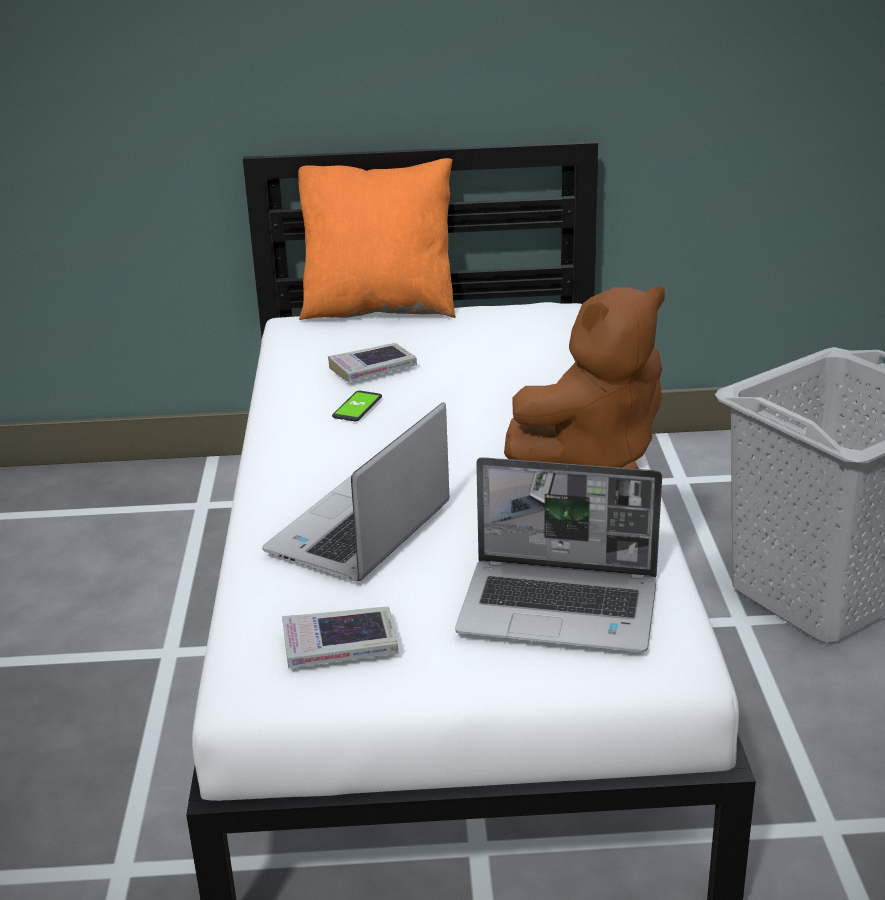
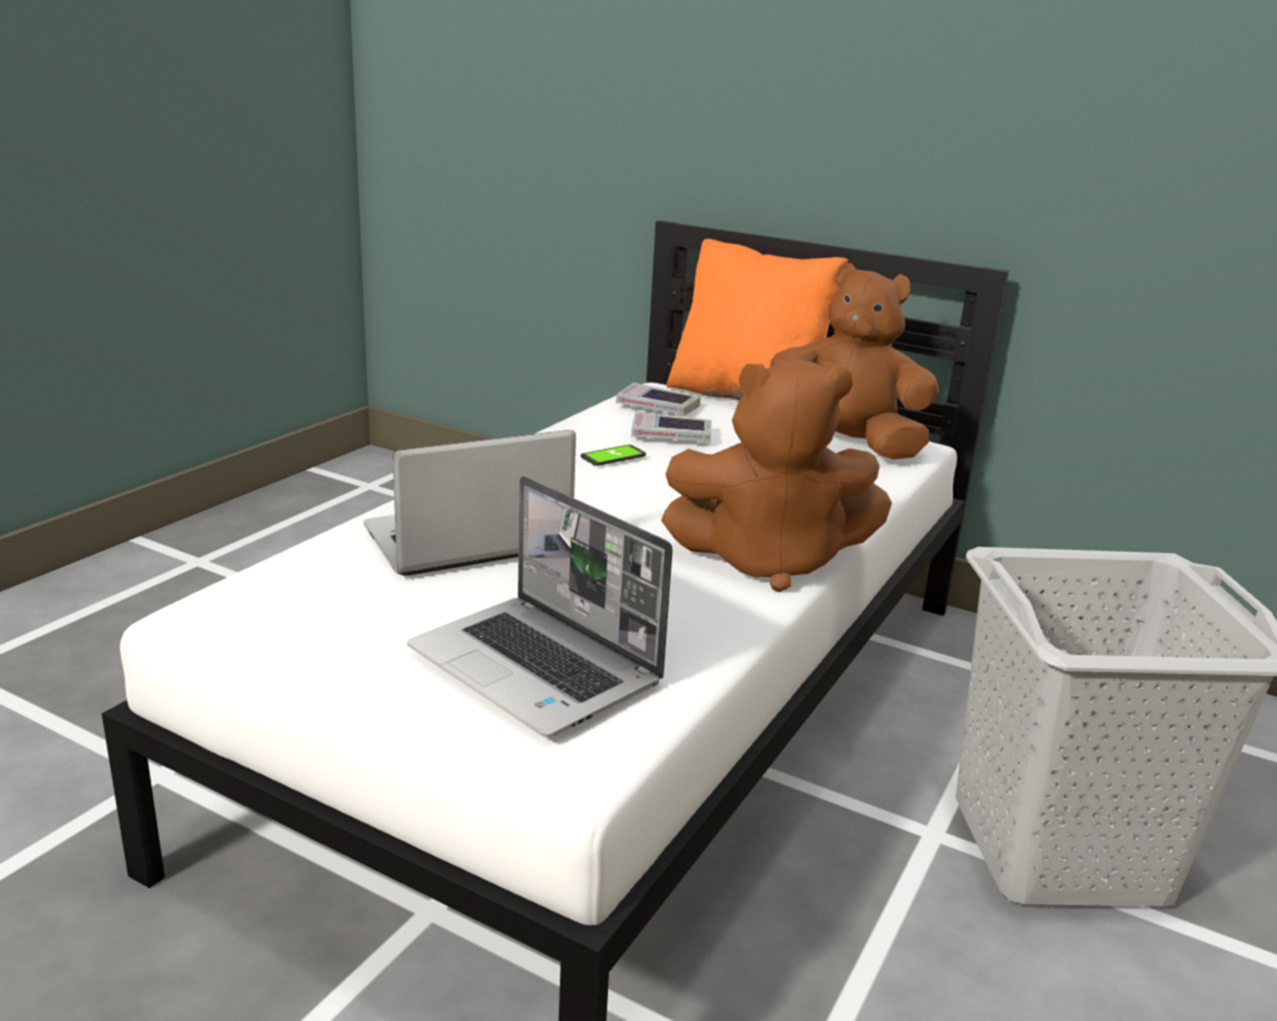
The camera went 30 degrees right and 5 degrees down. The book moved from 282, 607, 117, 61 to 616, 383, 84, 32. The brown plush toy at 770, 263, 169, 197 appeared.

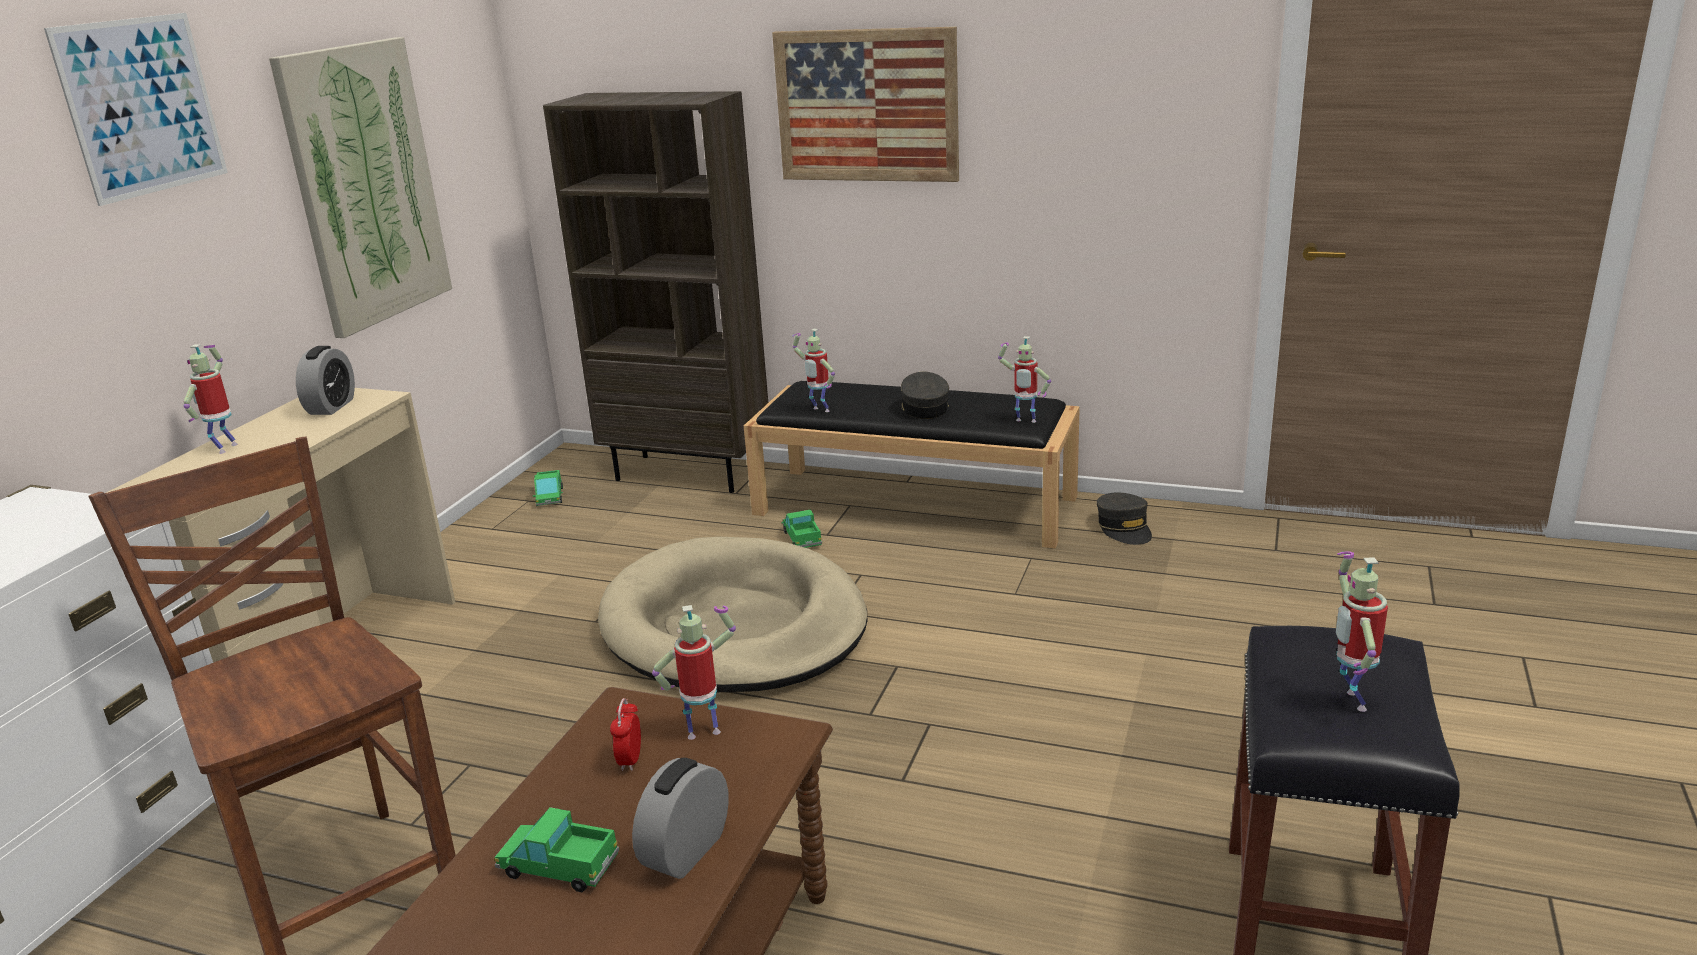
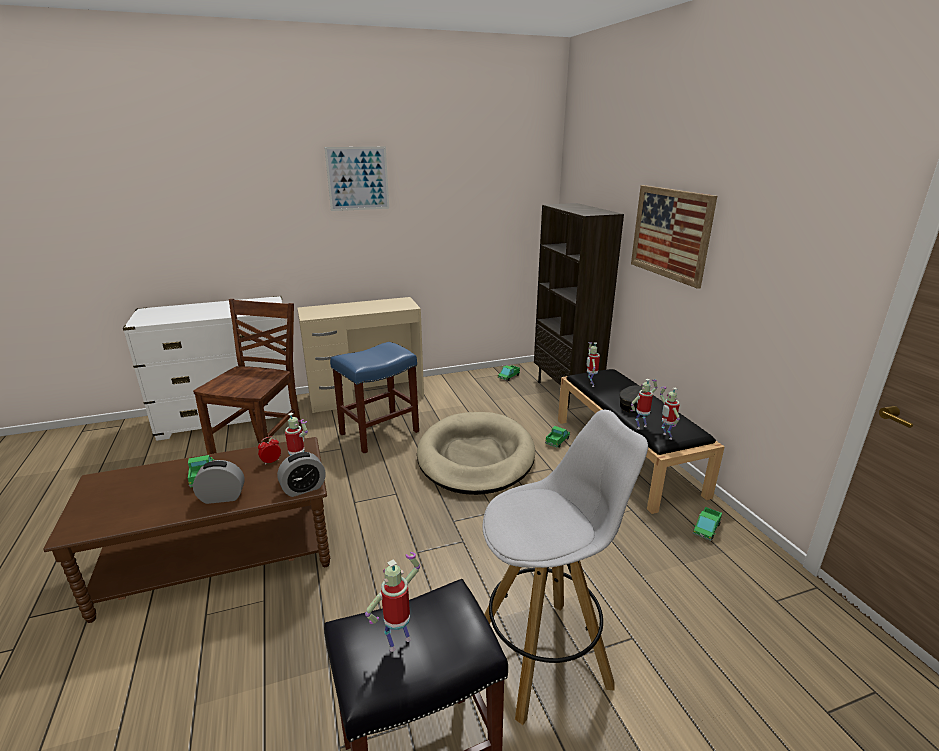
The camera went 50 degrees right and 0 degrees up. The picture at 269, 37, 183, 301 disappeared. The toy robot moved from 184, 344, 54, 110 to 630, 379, 27, 50. The alarm clock moved from 296, 346, 59, 69 to 277, 452, 49, 45. The grey cap at 1097, 492, 55, 53 was replaced by the toy truck at 693, 507, 29, 34. The blue stool at 330, 342, 89, 111 appeared. The white stool at 483, 410, 165, 315 appeared.

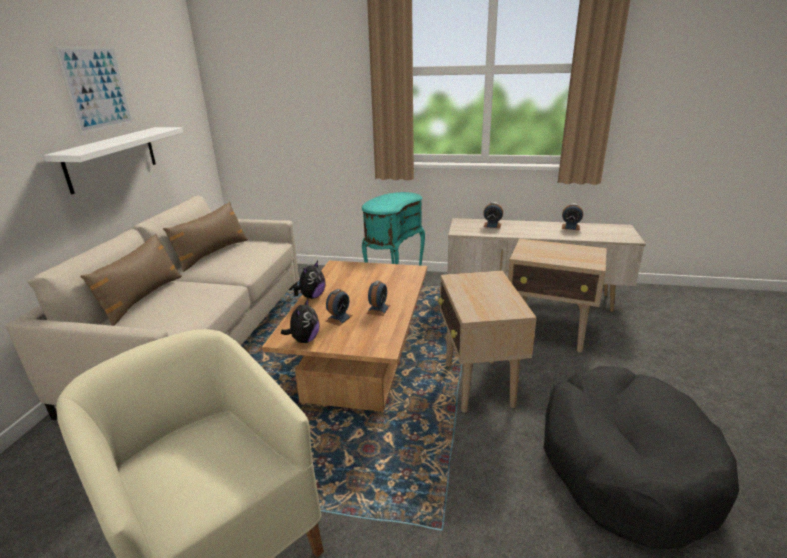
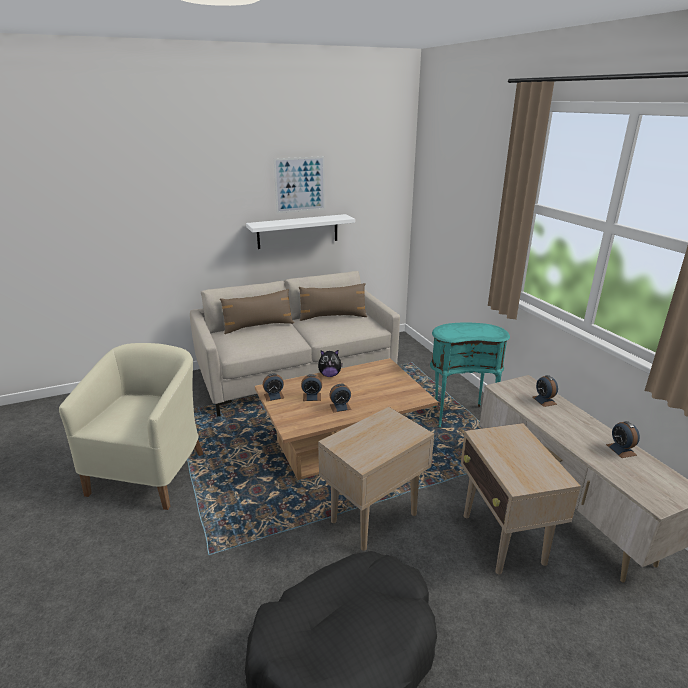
The camera went 55 degrees right and 0 degrees up. The plush toy at 281, 299, 39, 44 was replaced by the alarm clock at 263, 373, 21, 28.

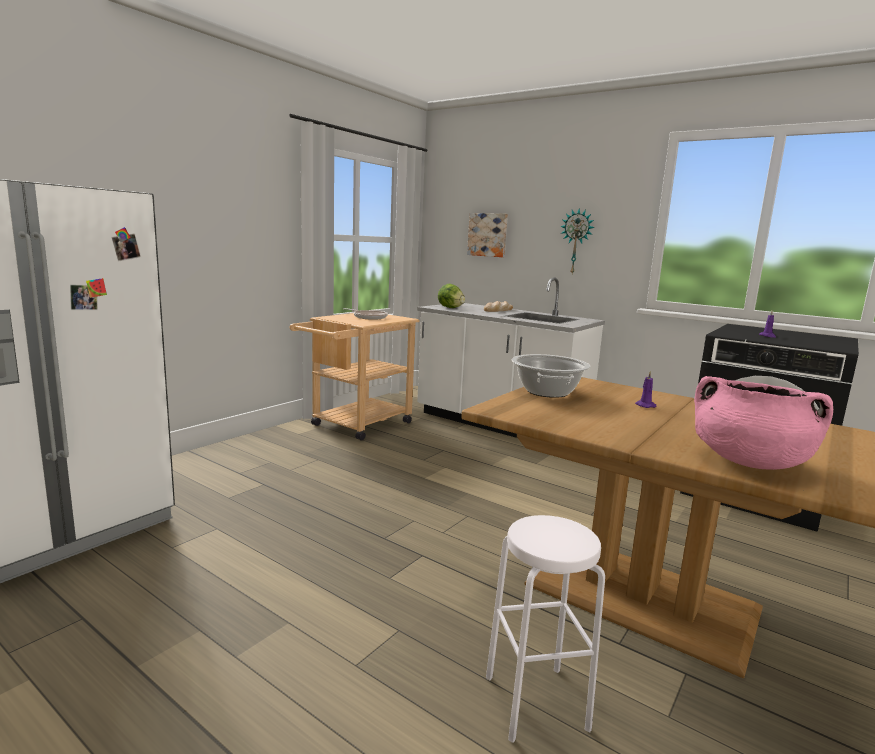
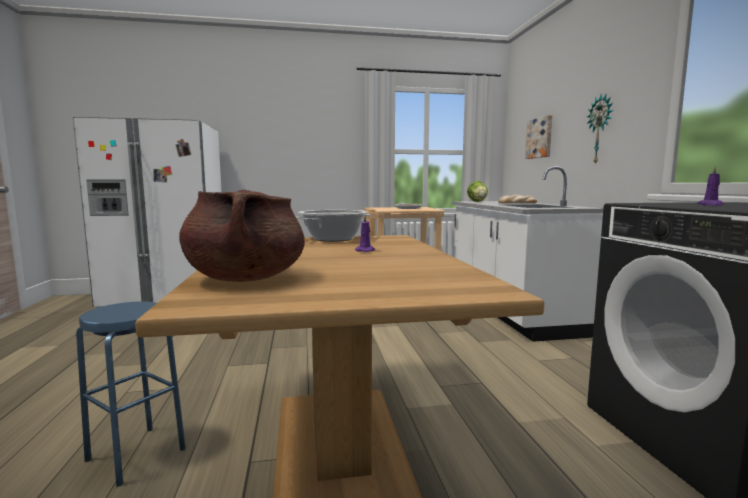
The camera went 45 degrees right and 5 degrees down. The pink cooking pot at 694, 376, 139, 94 became the brown cooking pot at 179, 190, 126, 92. The white stool at 486, 515, 119, 228 became the blue stool at 76, 301, 110, 186.

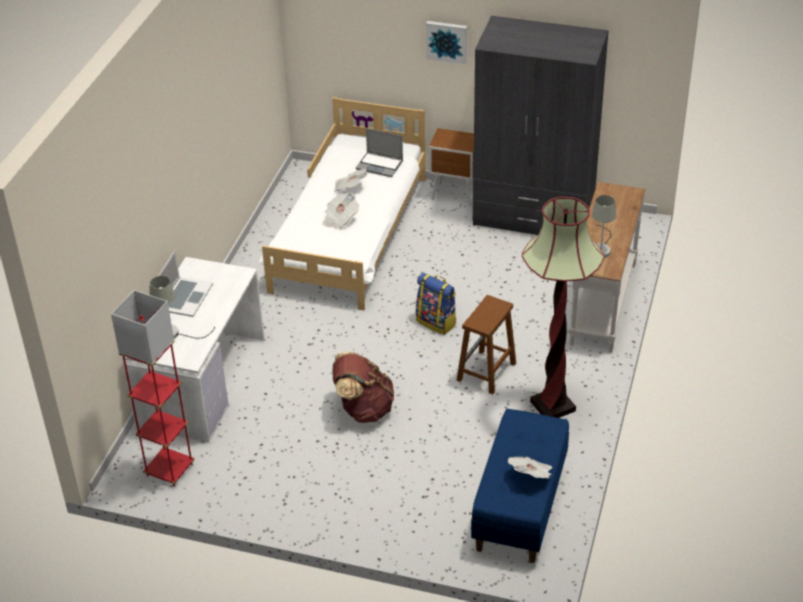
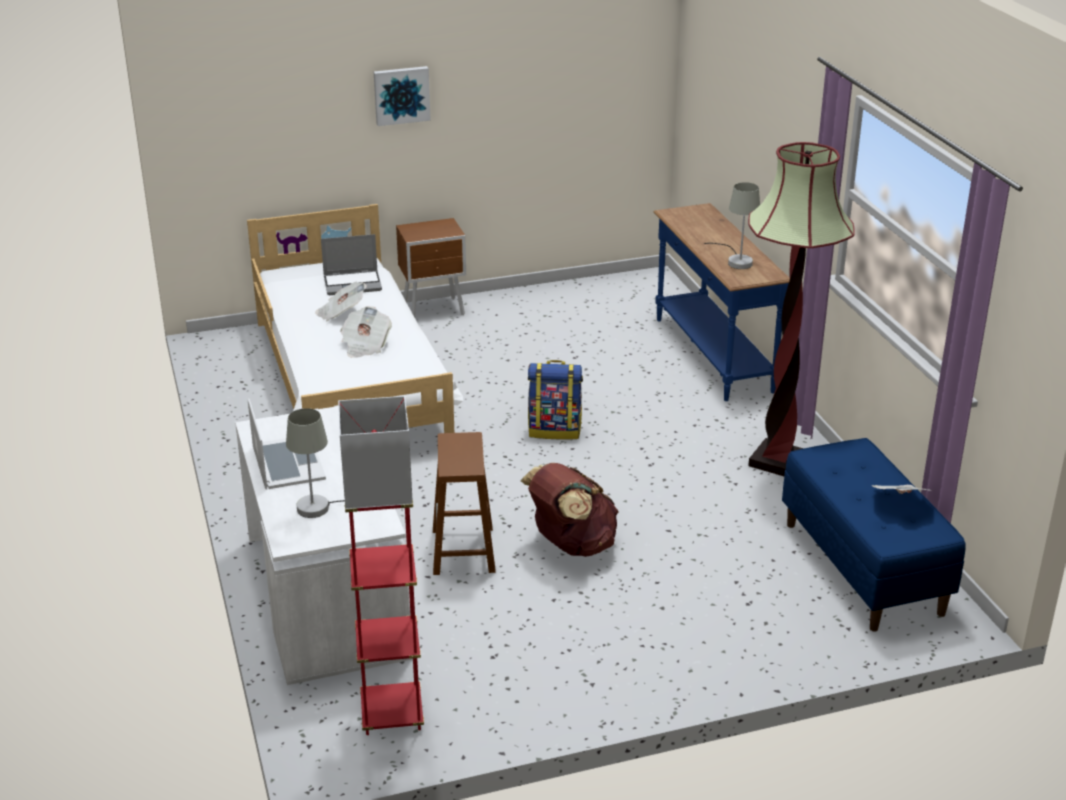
The camera went 35 degrees left and 10 degrees down. The grey wardrobe at 473, 16, 136, 219 disappeared. The white console table at 569, 182, 76, 171 became the blue console table at 653, 203, 137, 198. The brown stool moved from 456, 295, 60, 99 to 433, 432, 63, 143.

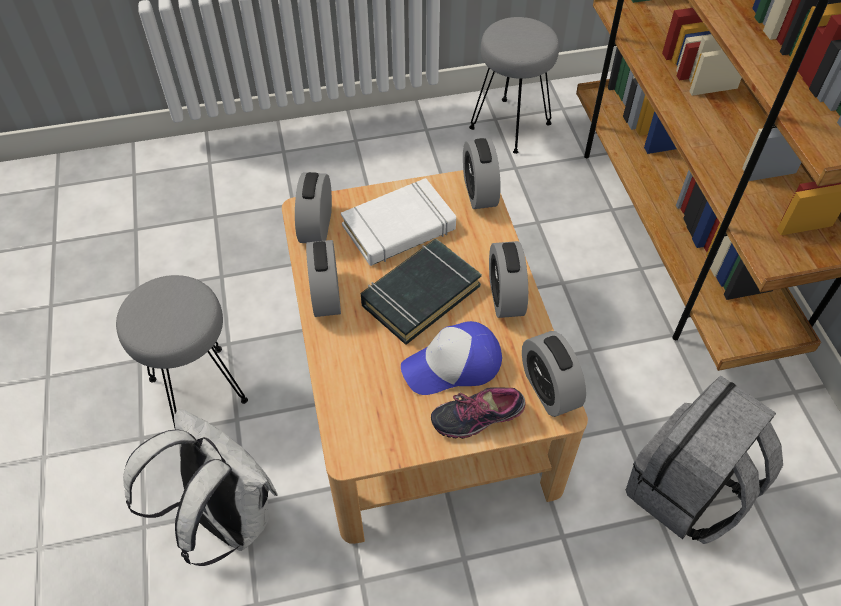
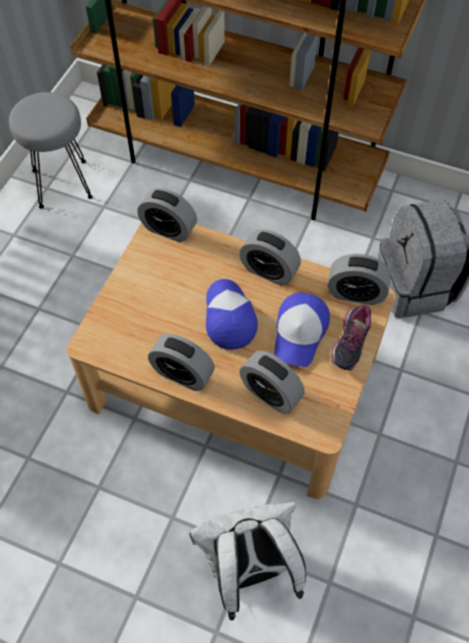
The camera went 55 degrees left and 5 degrees up. The alarm clock moved from 295, 172, 37, 71 to 239, 351, 66, 62. The white book at 341, 178, 115, 88 disappeared. The black book at 361, 239, 121, 106 was replaced by the cap at 206, 279, 52, 71. The grey stool at 116, 275, 132, 155 disappeared.

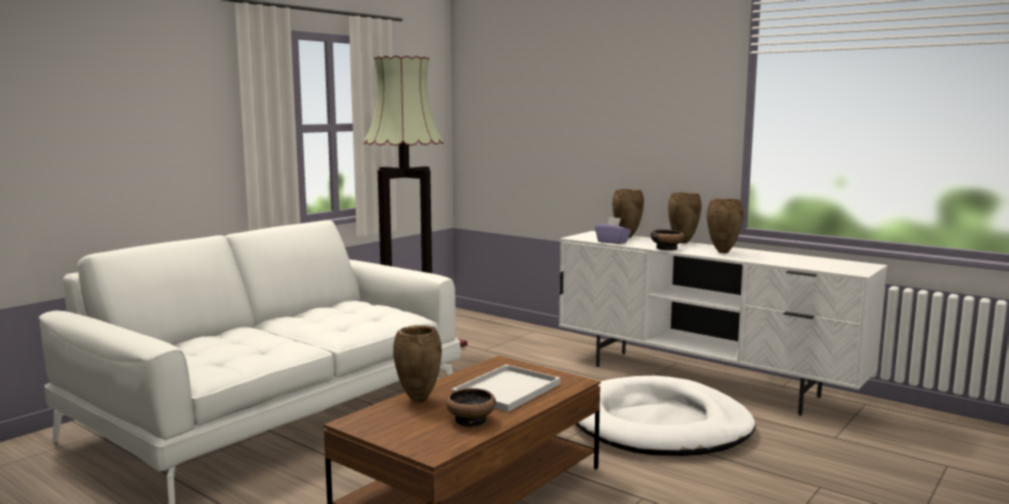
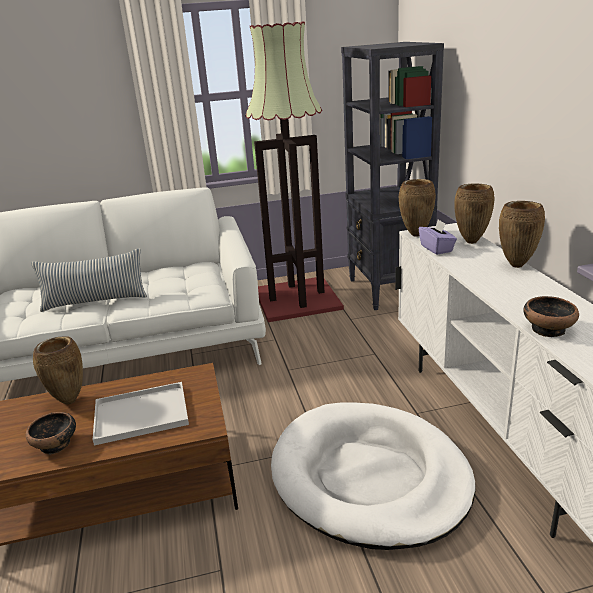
The camera went 40 degrees right and 15 degrees up. The brown vase moved from 707, 198, 36, 55 to 398, 179, 38, 57. The bowl moved from 651, 229, 33, 22 to 524, 296, 55, 41. The black bookcase at 341, 42, 103, 268 appeared. The pillow at 32, 248, 115, 64 appeared.

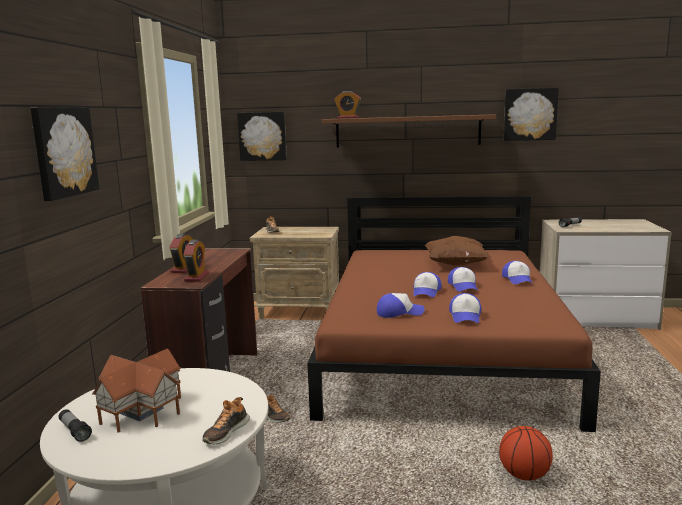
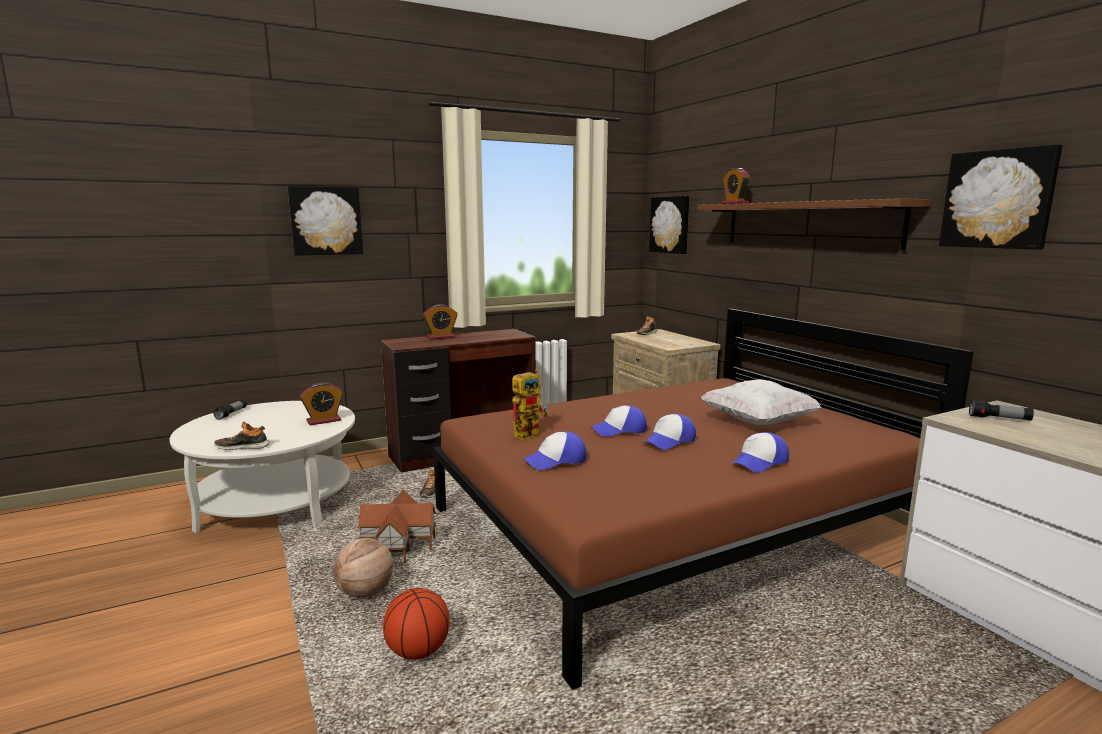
The camera went 55 degrees right and 0 degrees up. The brown pillow at 425, 236, 64, 30 became the white pillow at 701, 379, 120, 46. The alarm clock moved from 183, 240, 26, 41 to 300, 382, 43, 43. The cap at 377, 293, 48, 25 was replaced by the toy robot at 512, 369, 36, 72. The toy house moved from 92, 349, 89, 84 to 357, 489, 79, 74. The basketball at 333, 538, 60, 60 appeared.

